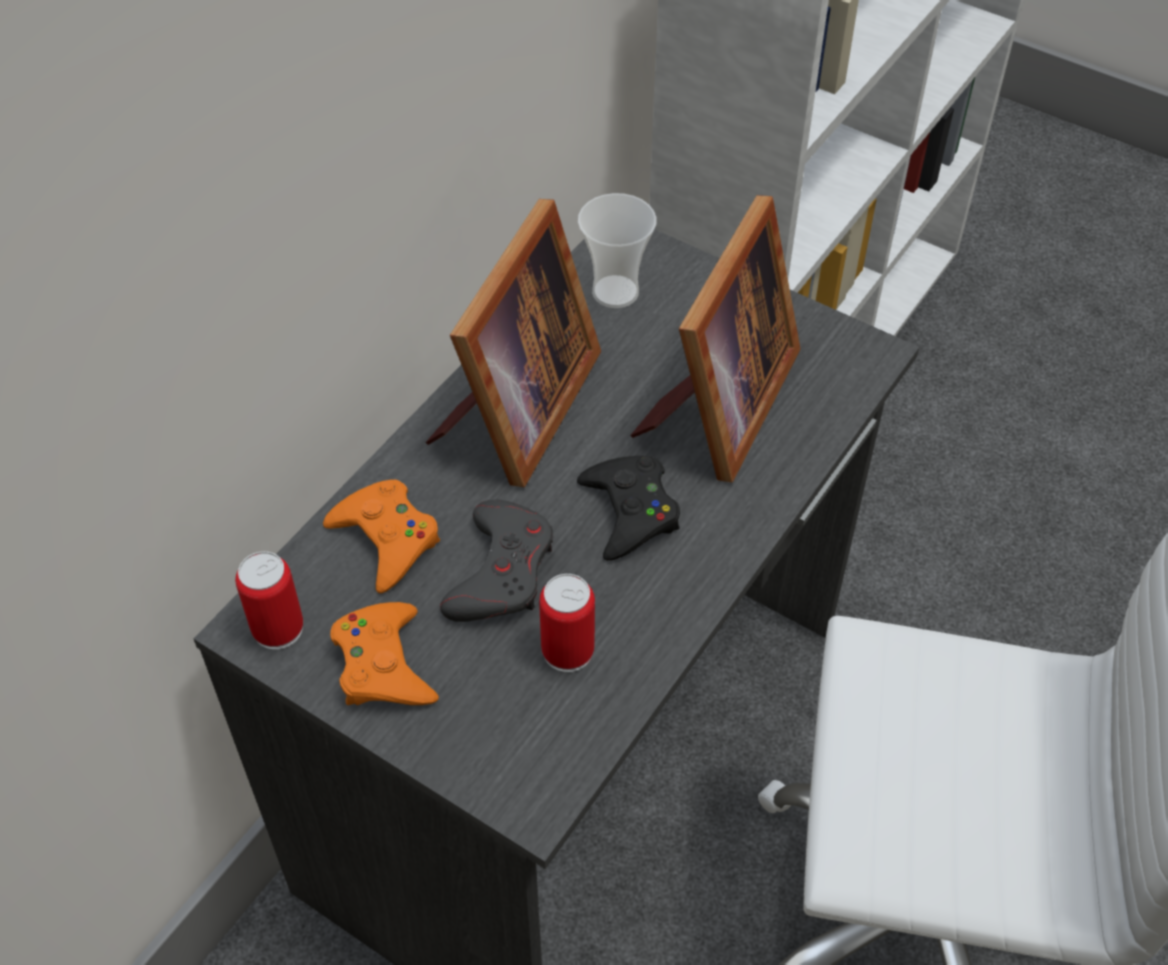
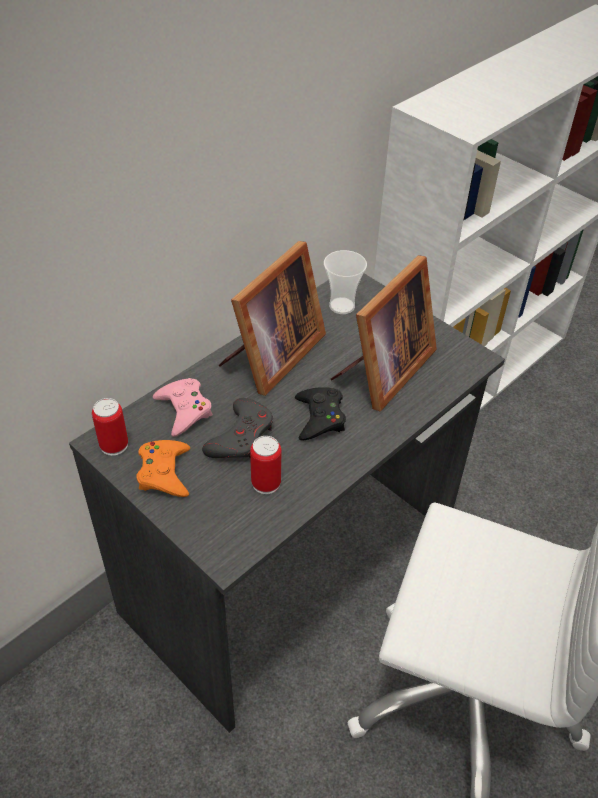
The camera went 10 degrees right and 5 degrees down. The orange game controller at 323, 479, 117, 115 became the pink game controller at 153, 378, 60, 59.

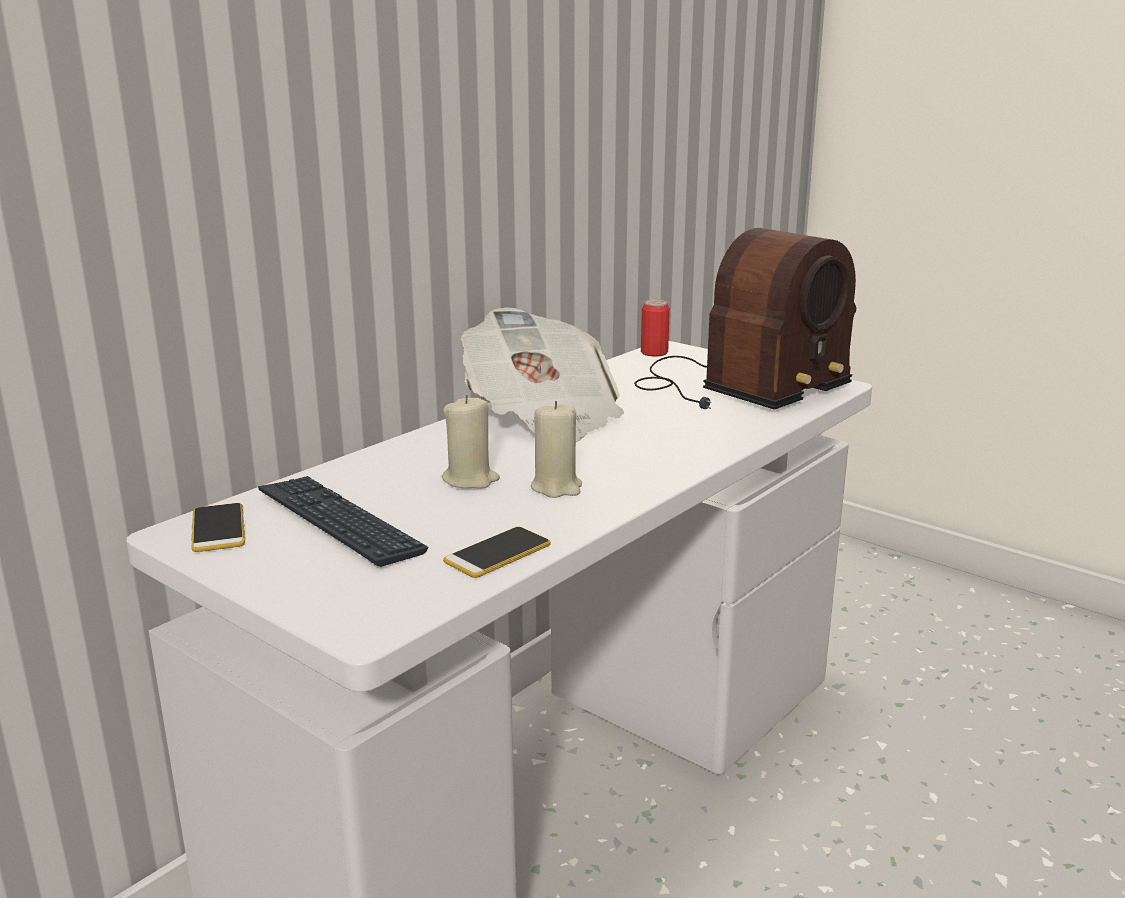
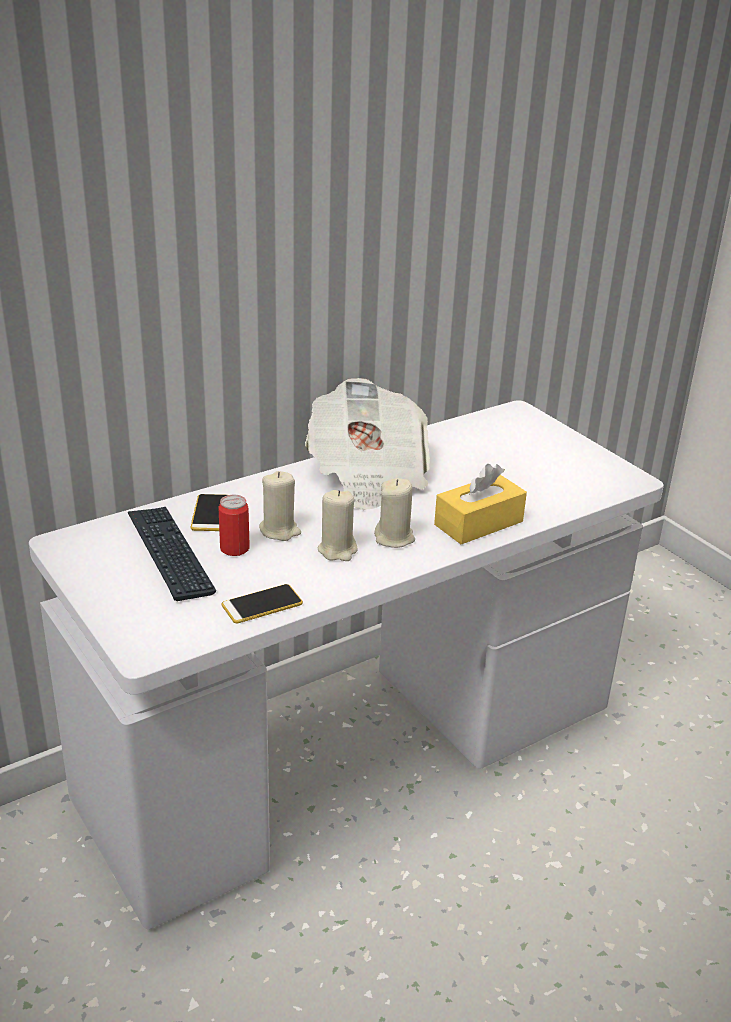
The camera went 15 degrees right and 10 degrees up. The radio at 634, 228, 222, 182 disappeared. The can moved from 641, 299, 29, 57 to 218, 495, 32, 61. The phone moved from 191, 503, 54, 49 to 190, 494, 37, 37. The yellow tissue box at 434, 464, 93, 80 appeared. The beige candle at 374, 478, 41, 70 appeared.

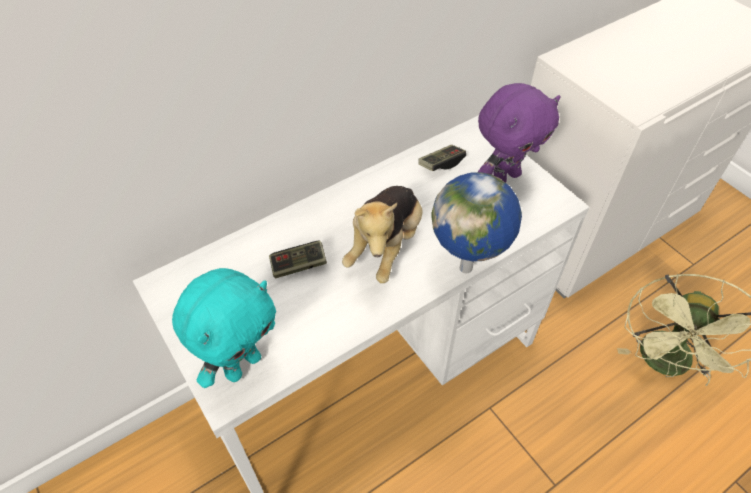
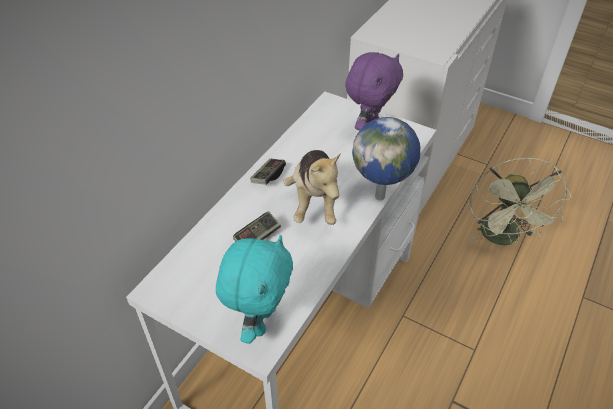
The camera went 25 degrees left and 5 degrees down. The game controller moved from 418, 145, 48, 26 to 250, 159, 36, 26.

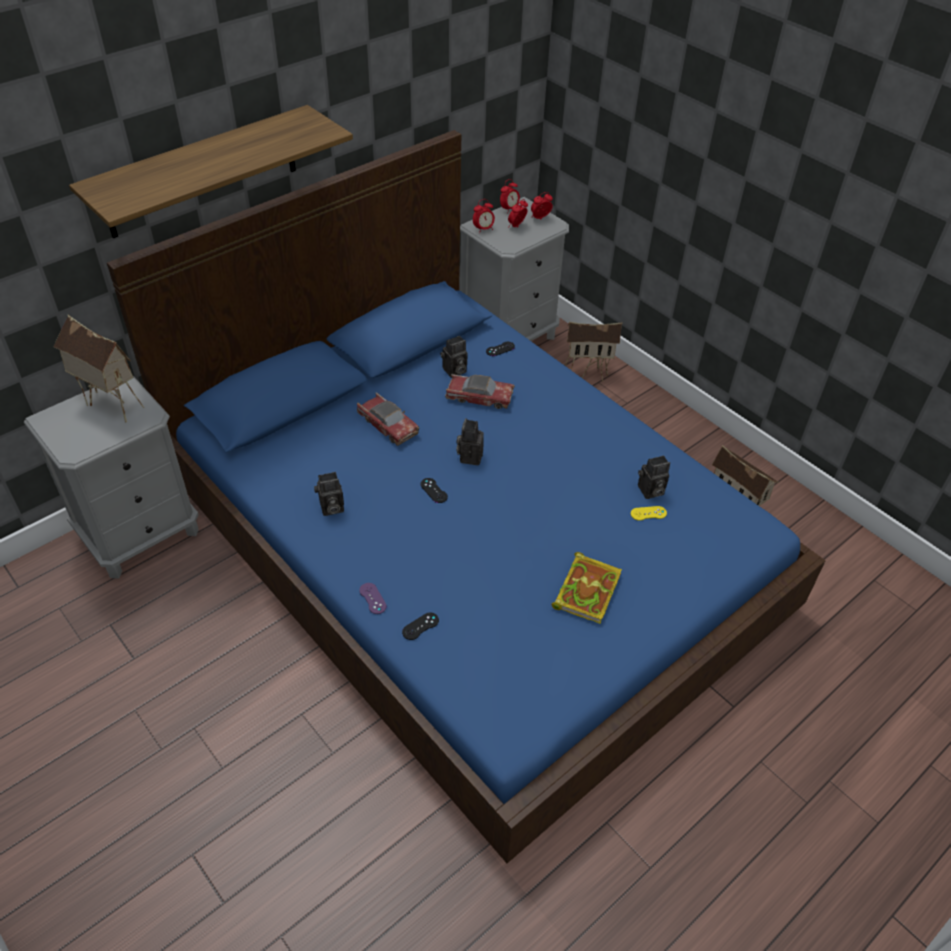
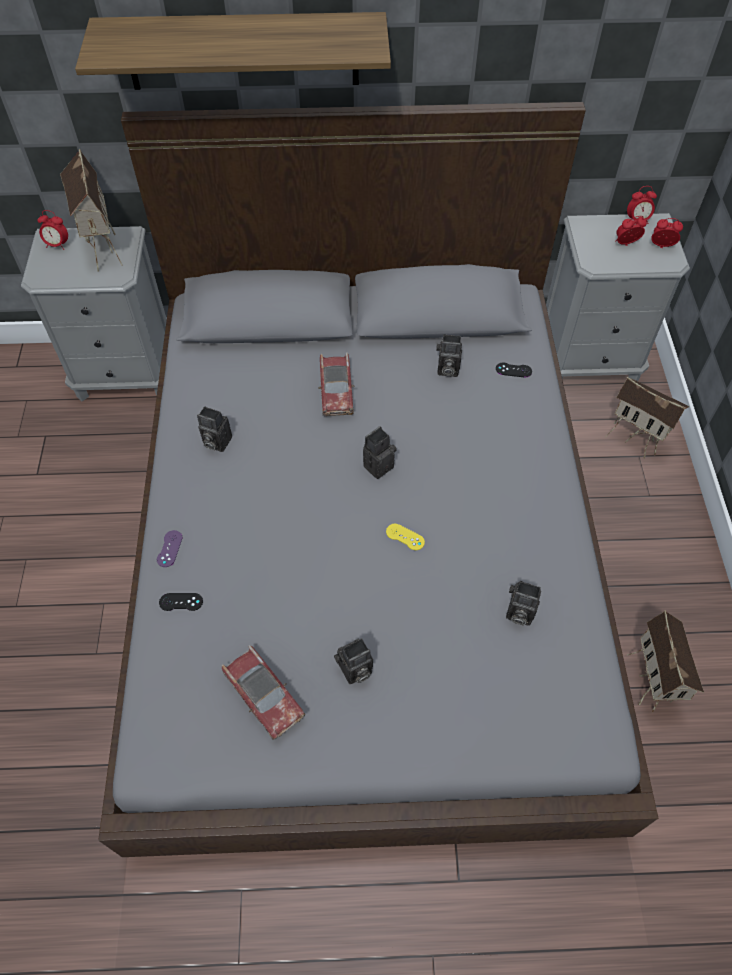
The camera went 40 degrees right and 10 degrees up. The blue bed at 107, 130, 719, 733 became the grey bed at 98, 102, 560, 755. The alarm clock moved from 473, 199, 22, 34 to 37, 210, 31, 40. The toy car moved from 445, 374, 70, 35 to 222, 645, 83, 95. The black game controller at 421, 478, 27, 25 disappeared. The yellow game controller moved from 631, 506, 36, 15 to 386, 524, 39, 26. The book at 552, 552, 70, 72 was replaced by the photo camera at 334, 638, 39, 46.

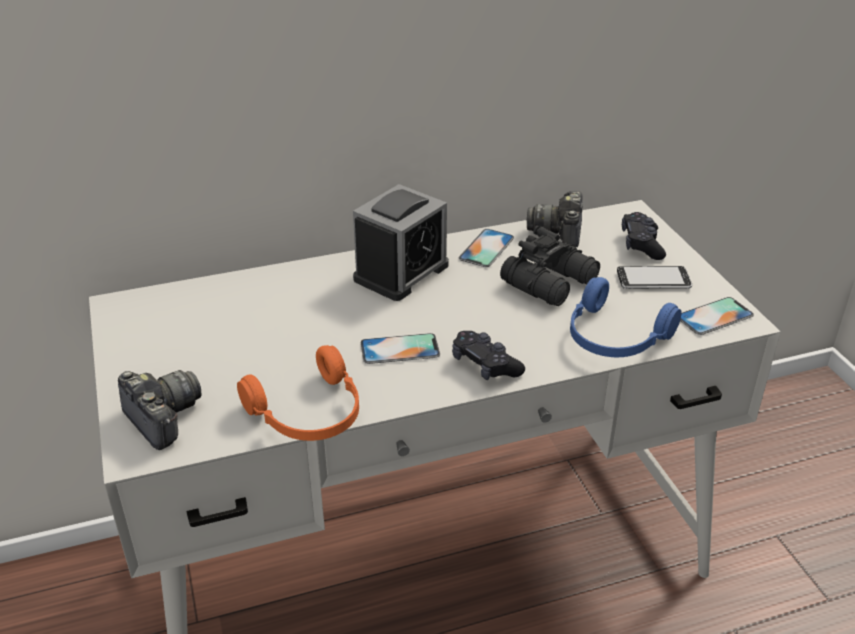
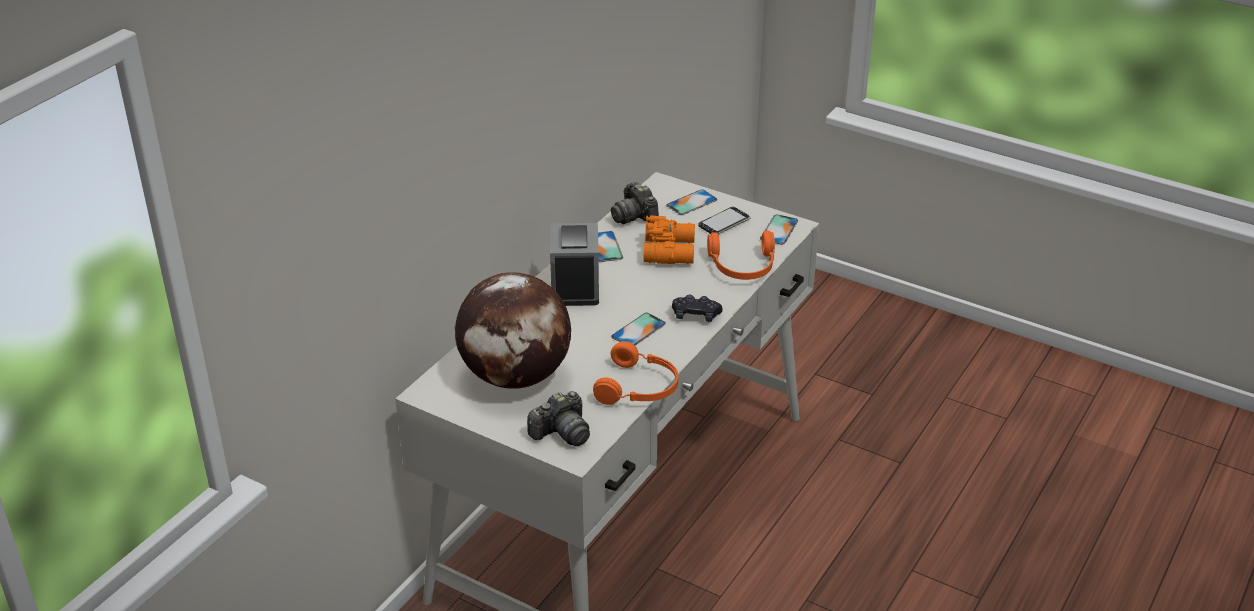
The camera went 40 degrees left and 0 degrees up. The black game controller at 622, 212, 44, 48 was replaced by the phone at 666, 189, 51, 26. The black binoculars at 500, 226, 100, 80 became the orange binoculars at 644, 215, 51, 49. The blue headphones at 570, 277, 112, 80 became the orange headphones at 707, 231, 68, 49. The photo camera at 118, 370, 83, 80 turned 135 degrees clockwise. The globe at 455, 272, 116, 117 appeared.

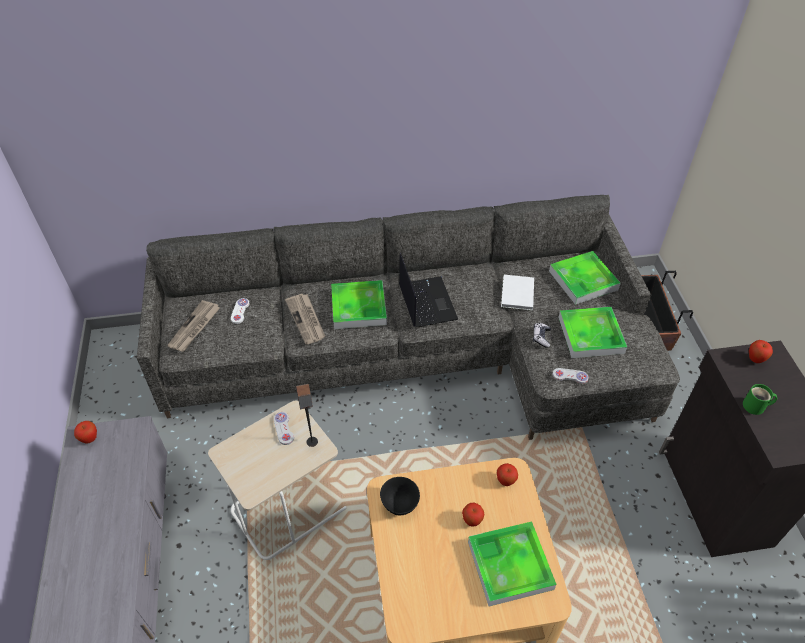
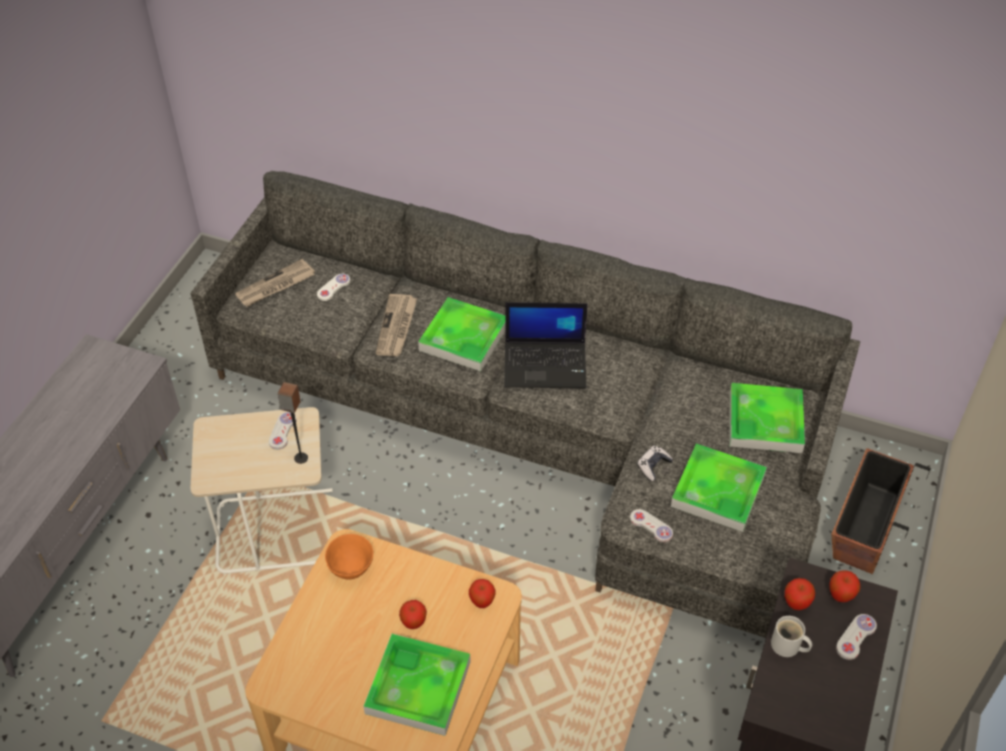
The camera went 30 degrees right and 0 degrees up. The laptop at 399, 252, 59, 75 turned 75 degrees clockwise. The white book at 501, 275, 33, 36 disappeared. The green mug at 743, 384, 34, 31 became the white mug at 771, 616, 41, 41. The apple moved from 74, 421, 23, 23 to 785, 578, 30, 32. The black bowl at 380, 477, 40, 38 became the orange bowl at 325, 534, 49, 45. The white game controller at 836, 614, 41, 46 appeared.

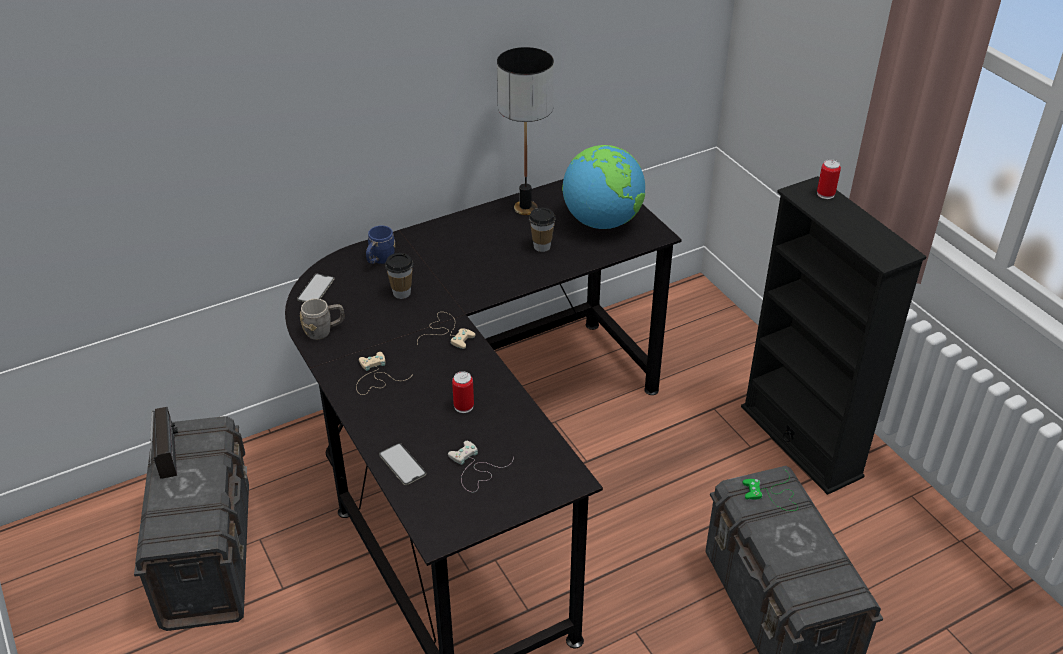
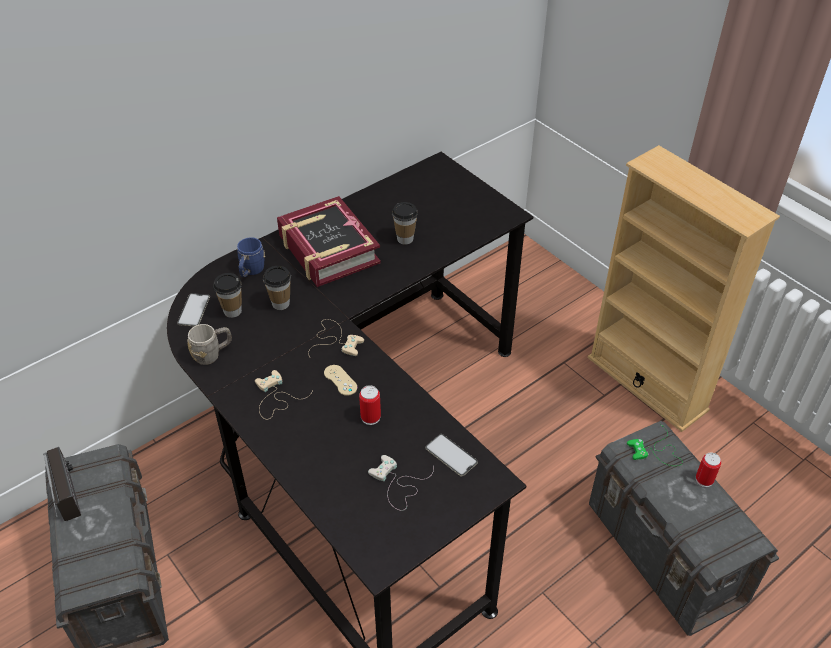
The camera went 10 degrees left and 5 degrees up. The table lamp at 497, 47, 57, 168 disappeared. The globe at 562, 145, 83, 84 disappeared. The can moved from 817, 159, 24, 40 to 696, 453, 25, 34. The black bookcase at 741, 176, 186, 319 became the beige bookcase at 588, 145, 192, 287. The phone moved from 379, 443, 47, 42 to 425, 434, 53, 42. The book at 277, 196, 104, 91 appeared. The cup at 213, 273, 29, 45 appeared. The beige game controller at 324, 365, 34, 31 appeared.

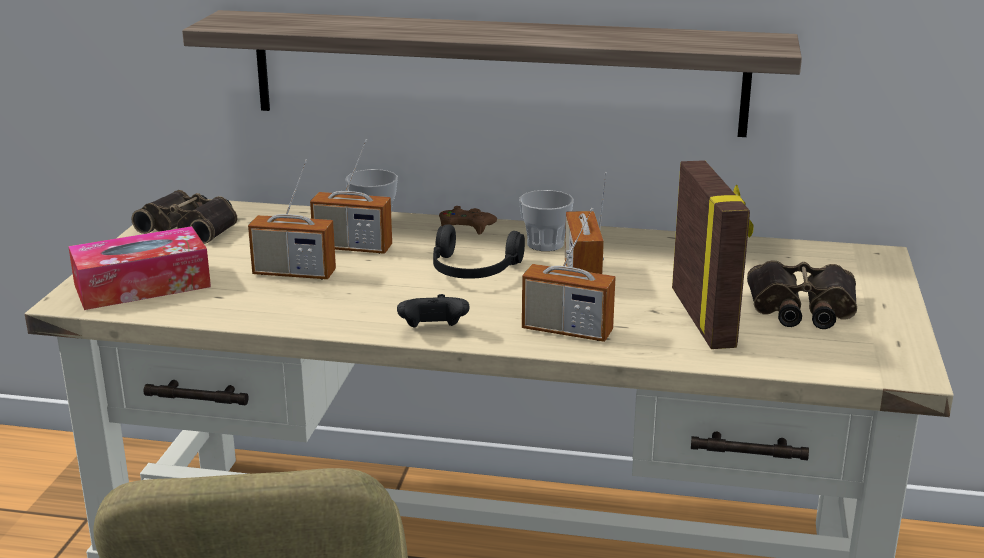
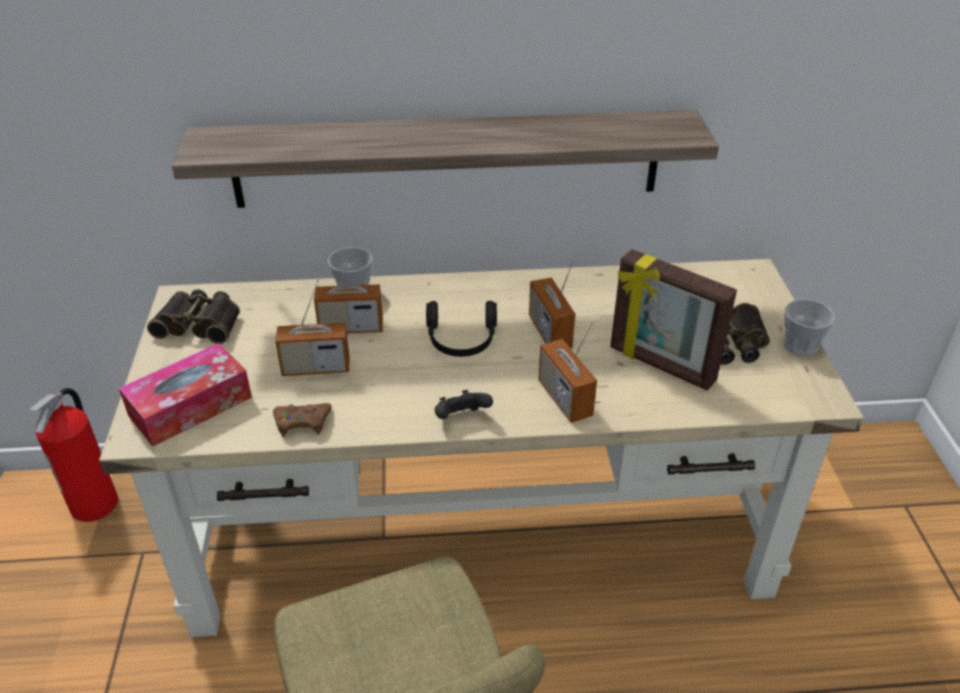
The camera went 15 degrees left and 15 degrees up. The picture frame at 672, 160, 82, 189 turned 150 degrees clockwise. The cup moved from 519, 190, 55, 61 to 784, 299, 51, 58. The brown game controller moved from 439, 206, 58, 29 to 273, 403, 59, 34. The radio at 522, 208, 94, 134 turned 60 degrees clockwise. The fire extinguisher at 29, 388, 89, 134 appeared.

